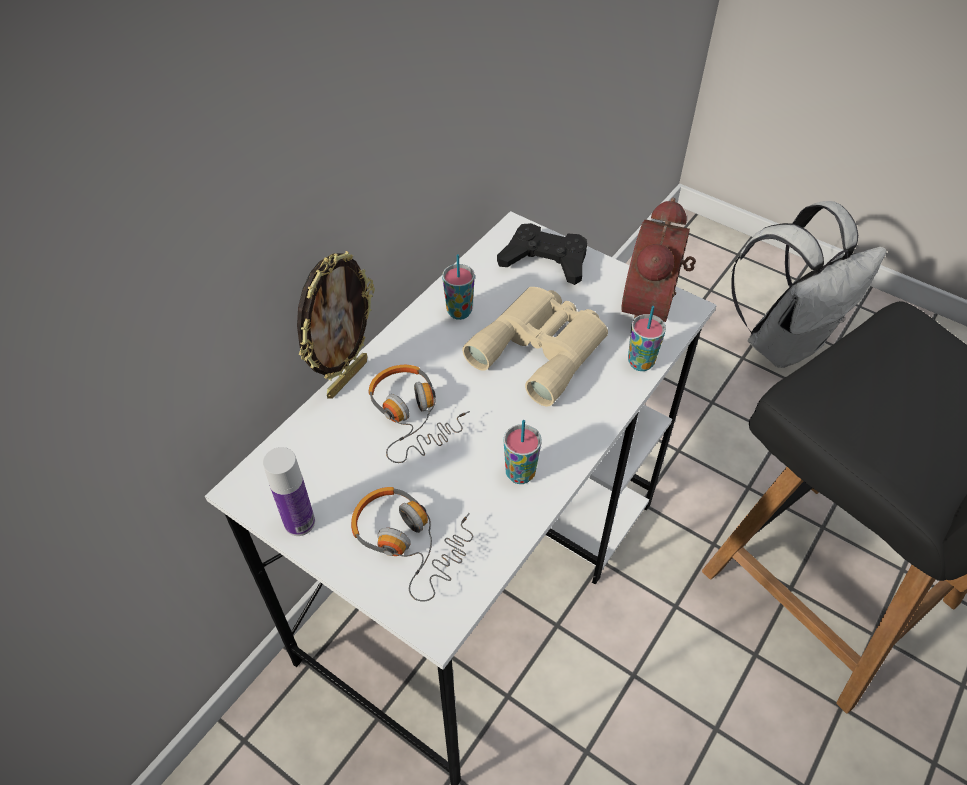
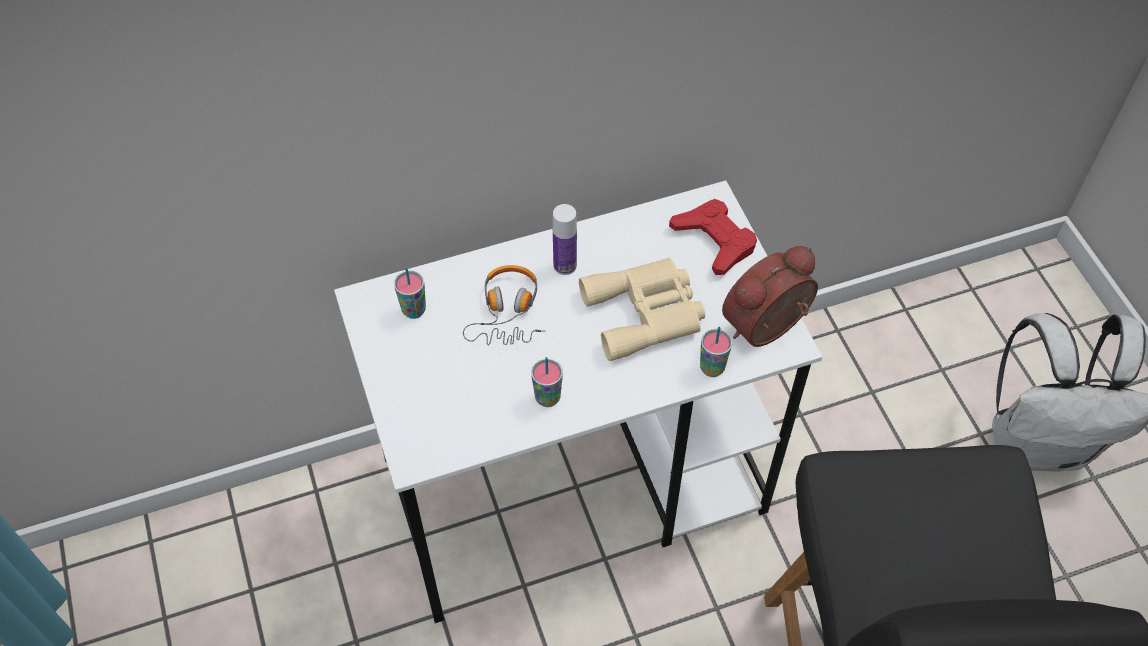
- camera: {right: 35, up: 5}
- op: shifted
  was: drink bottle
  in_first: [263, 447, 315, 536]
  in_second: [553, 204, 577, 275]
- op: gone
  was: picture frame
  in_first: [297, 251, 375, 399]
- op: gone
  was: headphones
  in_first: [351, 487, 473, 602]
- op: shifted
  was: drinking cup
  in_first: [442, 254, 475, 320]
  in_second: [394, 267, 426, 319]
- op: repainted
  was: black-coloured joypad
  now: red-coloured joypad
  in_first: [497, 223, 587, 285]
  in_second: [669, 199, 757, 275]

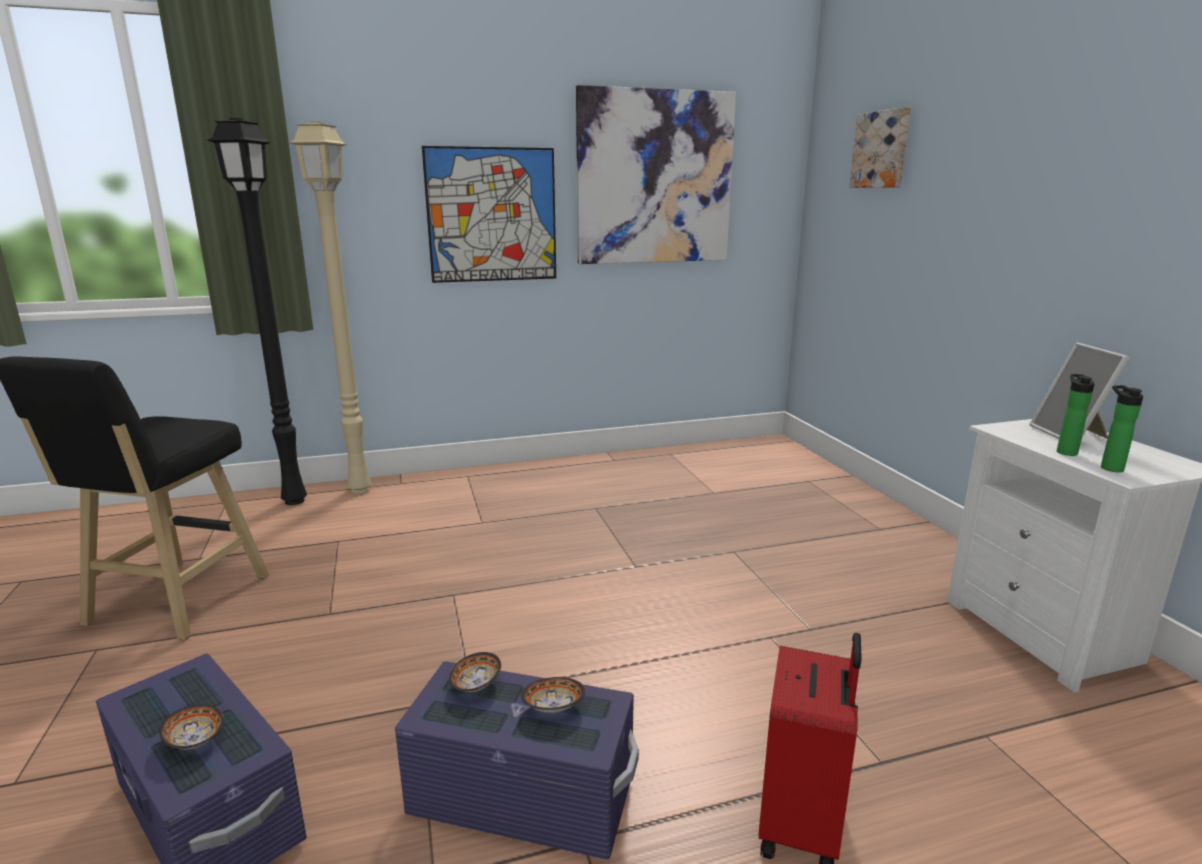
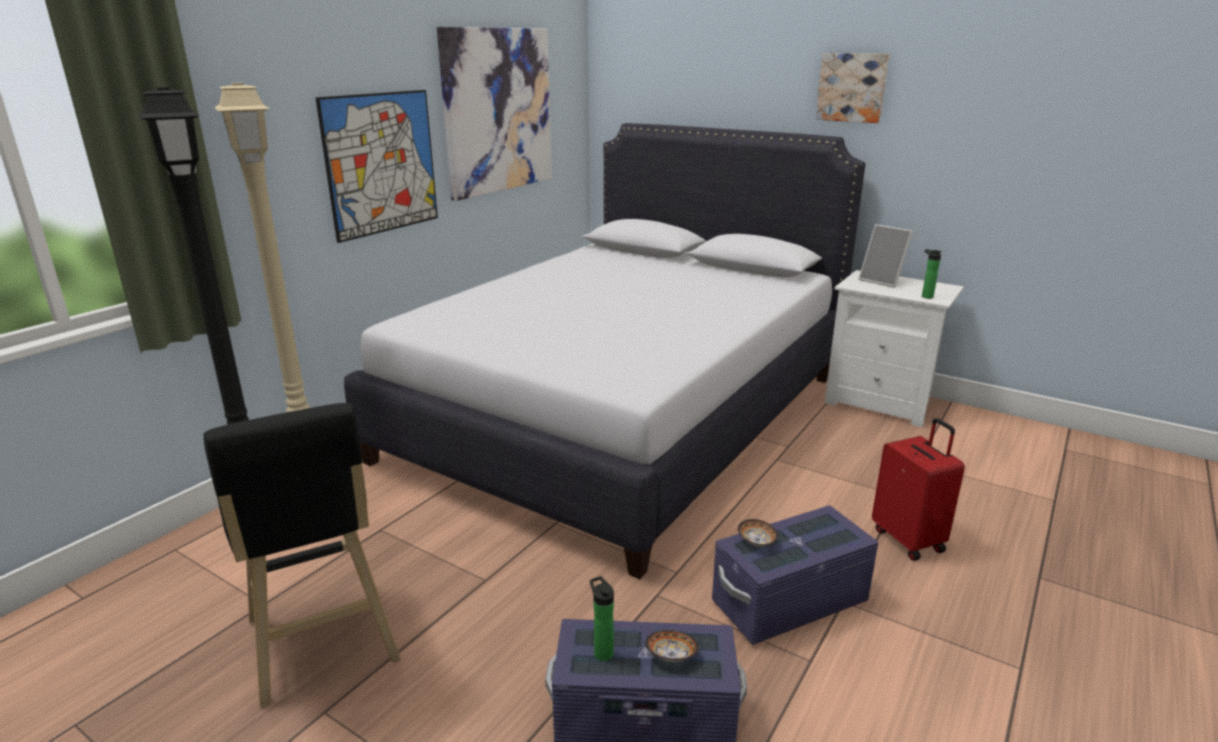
- camera: {right: -40, up: 5}
- op: gone
  was: bowl
  in_first: [521, 677, 585, 713]
- op: shifted
  was: picture
  in_first: [849, 107, 911, 188]
  in_second: [816, 53, 889, 123]
- op: shifted
  was: drink bottle
  in_first: [1057, 374, 1095, 456]
  in_second: [590, 576, 614, 661]
- op: new
  now: white sleeping bed
  in_second: [344, 123, 866, 579]

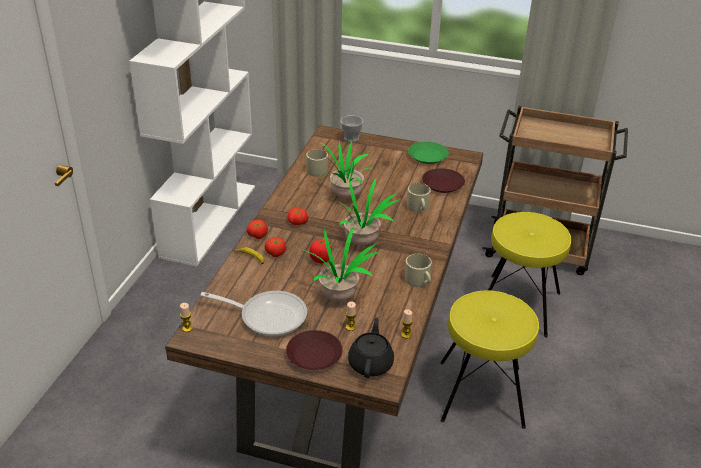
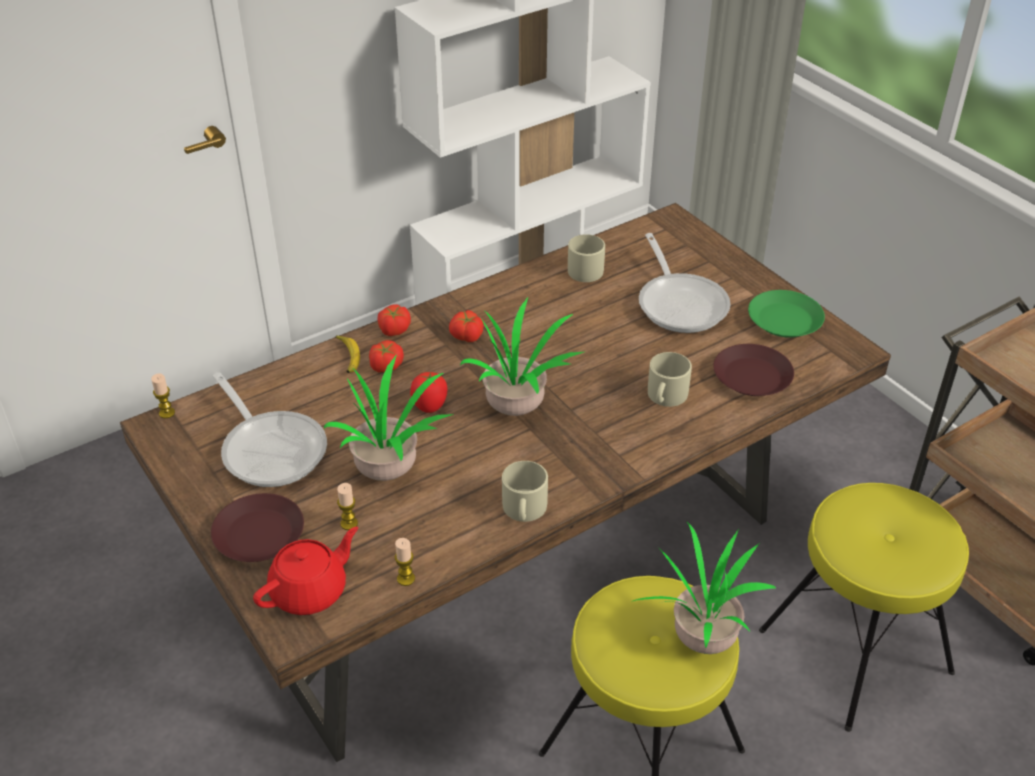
- camera: {right: 40, up: 5}
- op: shifted
  was: potted plant
  in_first: [320, 139, 370, 199]
  in_second: [631, 521, 776, 654]
- op: gone
  was: drinking cup
  in_first: [341, 115, 363, 142]
- op: repainted
  was: black-coloured tea pot
  now: red-coloured tea pot
  in_first: [348, 318, 394, 378]
  in_second: [253, 527, 358, 615]
- op: new
  now: frying pan
  in_second: [639, 233, 731, 333]

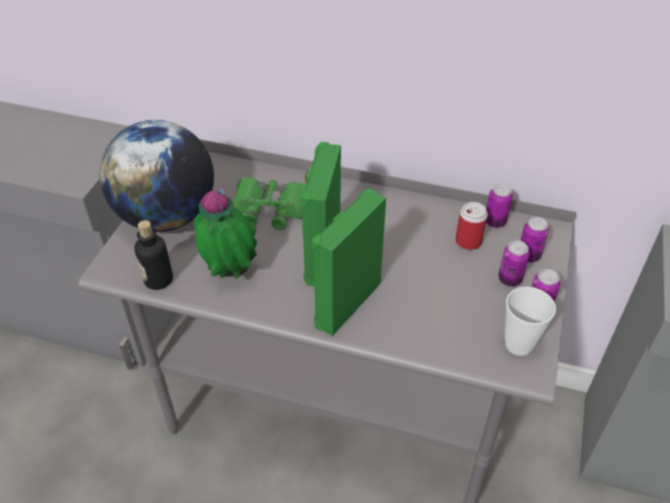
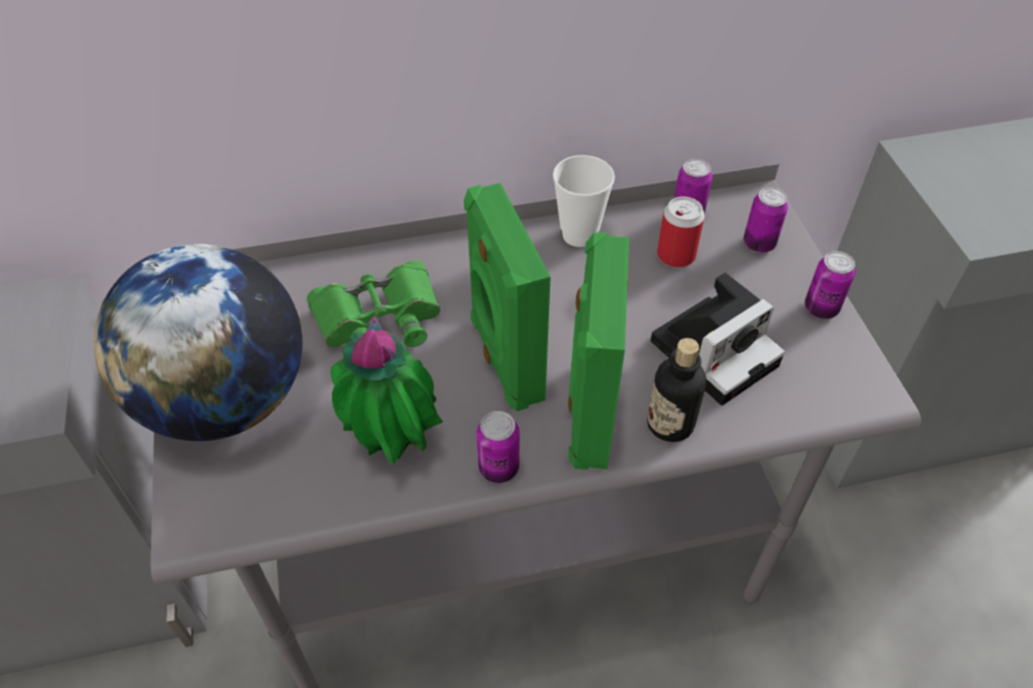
- camera: {right: -30, up: 5}
- op: shifted
  was: drink bottle
  in_first: [134, 220, 173, 290]
  in_second: [647, 338, 706, 442]
- op: shifted
  was: sealed can
  in_first: [498, 240, 530, 287]
  in_second: [477, 411, 519, 483]
- op: shifted
  was: drinking cup
  in_first: [505, 287, 556, 356]
  in_second: [553, 155, 615, 247]
- op: new
  now: photo camera
  in_second: [651, 273, 785, 405]

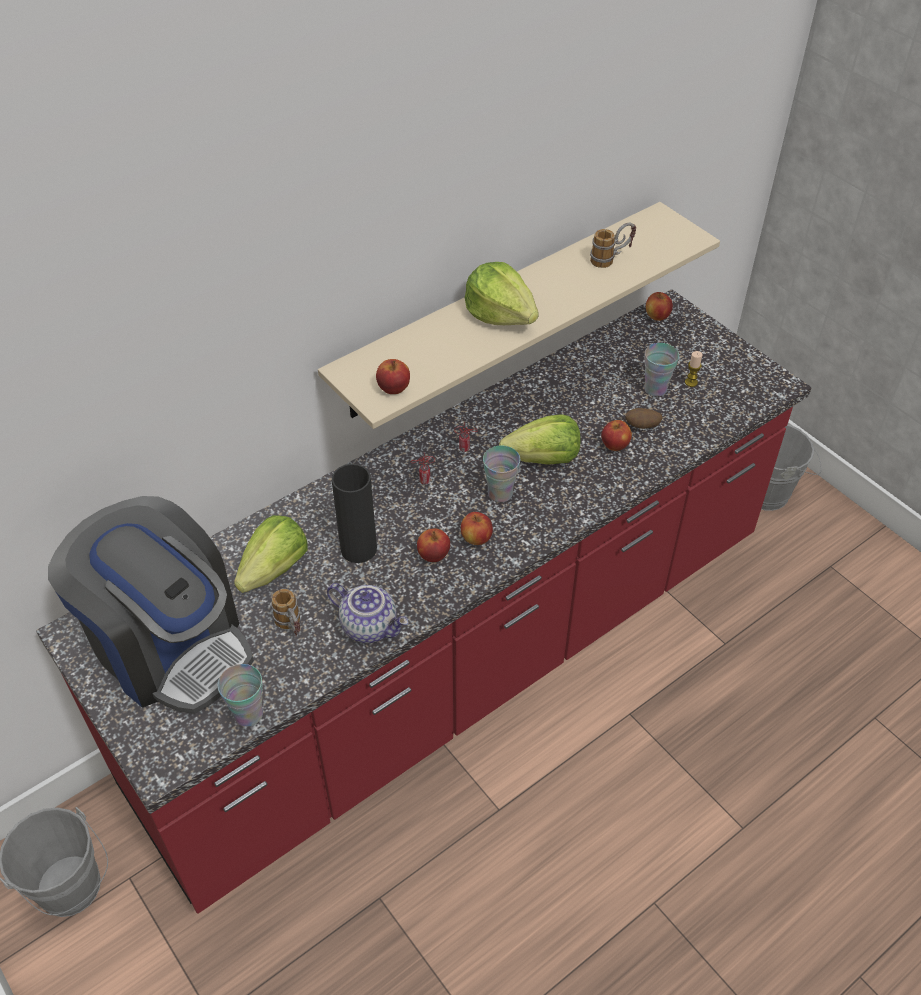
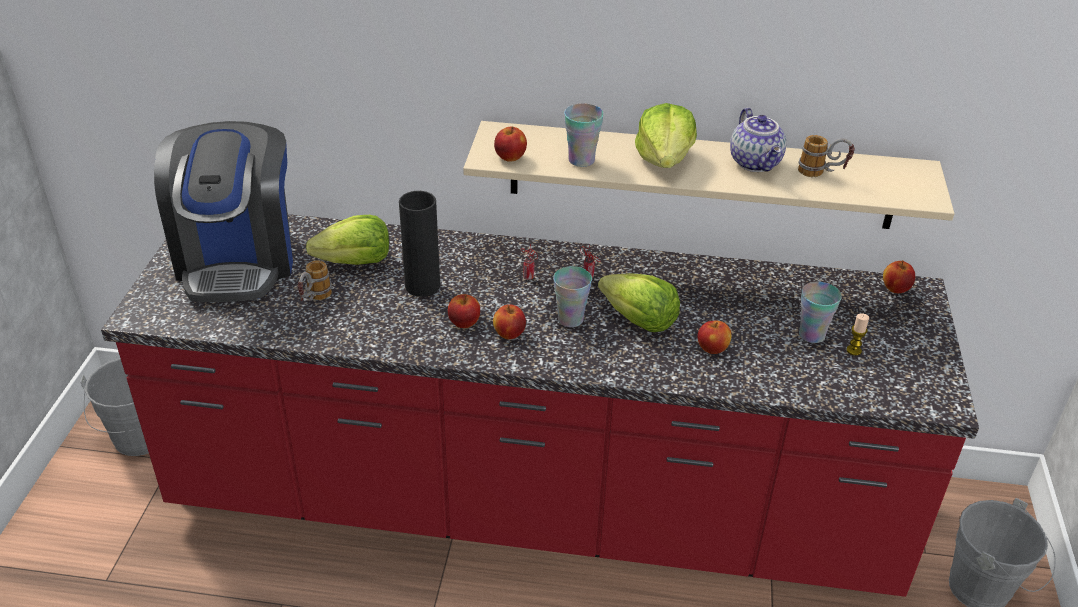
- camera: {right: 45, up: -10}
- op: shifted
  was: drinking cup
  in_first: [217, 664, 263, 727]
  in_second: [564, 103, 604, 167]
- op: shifted
  was: tea pot
  in_first: [327, 583, 408, 643]
  in_second: [730, 108, 786, 172]
- op: gone
  was: spud
  in_first: [625, 408, 663, 429]

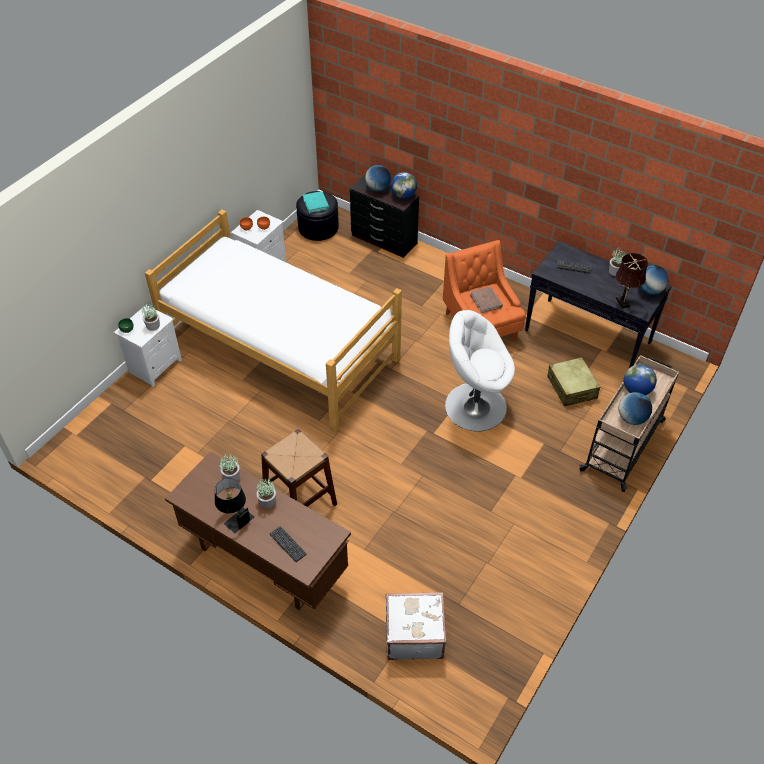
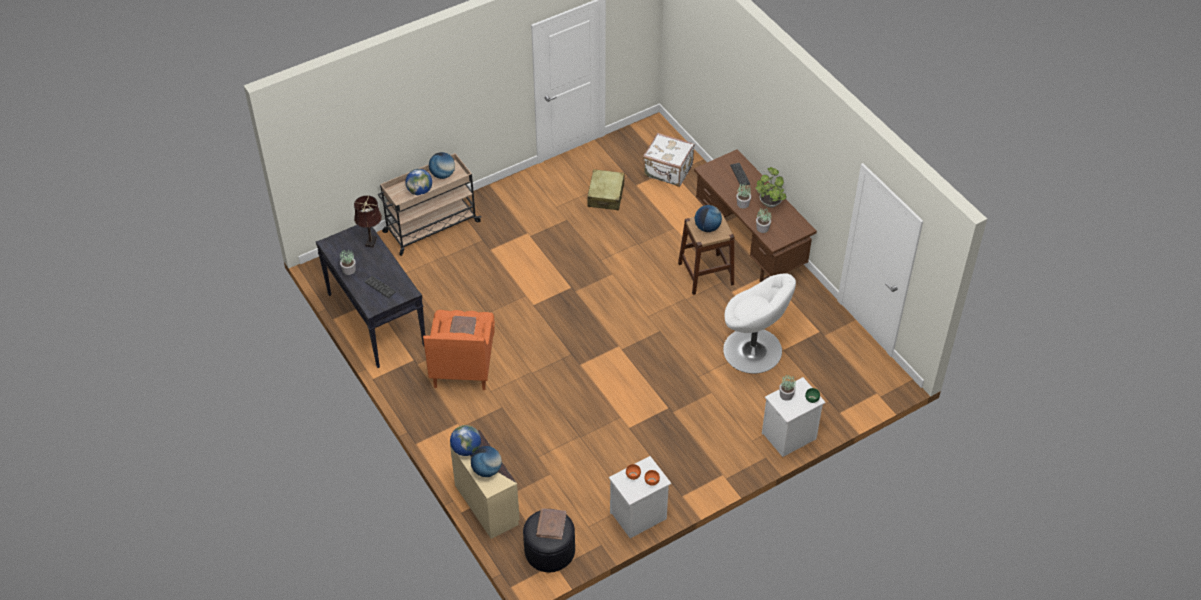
- camera: {right: -155, up: 0}
- op: gone
  was: sleeping bed
  in_first: [145, 210, 402, 433]
- op: swapped
  was: black-coloured table lamp
  now: potted plant
  in_first: [215, 478, 254, 533]
  in_second: [755, 167, 787, 208]
- op: repainted
  was: turquoise volume
  now: brown-coloured volume
  in_first: [303, 191, 329, 213]
  in_second: [536, 508, 566, 540]
- op: repainted
  was: black-coloured drawer chest
  now: beige drawer chest
  in_first: [350, 174, 419, 258]
  in_second: [450, 430, 520, 539]
- op: shifted
  was: white easy chair
  in_first: [445, 310, 515, 431]
  in_second: [723, 273, 796, 374]
- op: shifted
  was: beige travel case
  in_first: [547, 357, 600, 406]
  in_second: [587, 169, 625, 210]
- op: shifted
  was: globe
  in_first: [640, 265, 668, 295]
  in_second: [695, 205, 722, 232]

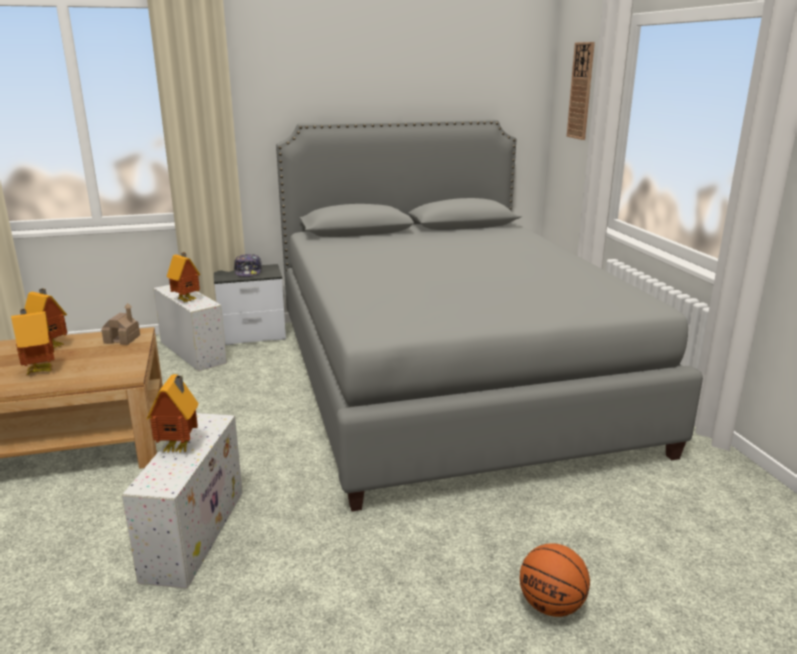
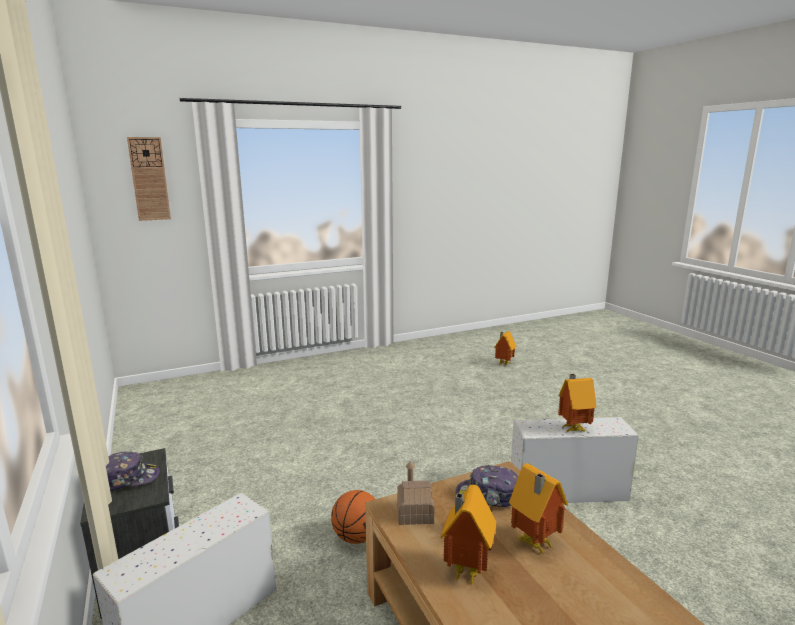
- camera: {right: -100, up: -5}
- op: shifted
  was: miniature house
  in_first: [167, 252, 200, 302]
  in_second: [494, 331, 516, 366]
- op: gone
  was: greyish sleeping bed
  in_first: [276, 119, 703, 512]
- op: shifted
  was: basketball
  in_first: [520, 543, 590, 617]
  in_second: [331, 490, 375, 544]
- op: new
  now: baseball cap
  in_second: [456, 465, 518, 507]

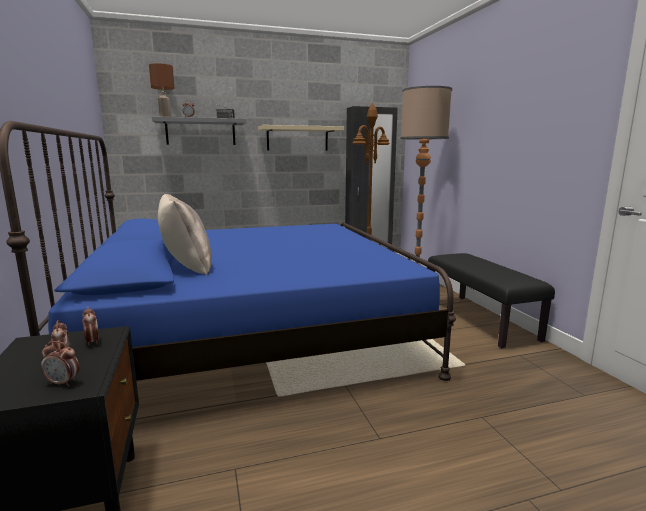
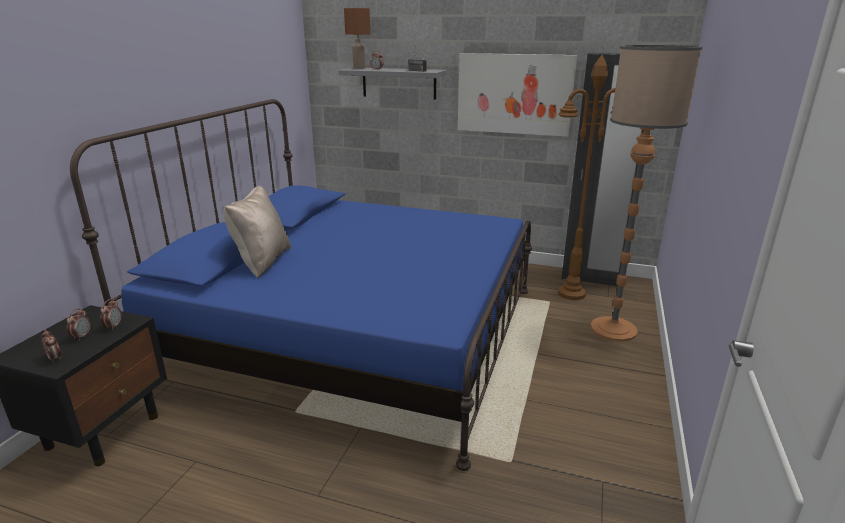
- camera: {right: 35, up: 10}
- op: swapped
  was: beige wall shelf
  now: picture
  in_first: [258, 125, 344, 151]
  in_second: [458, 53, 577, 137]
- op: gone
  was: black-coloured long seat
  in_first: [428, 253, 555, 348]

